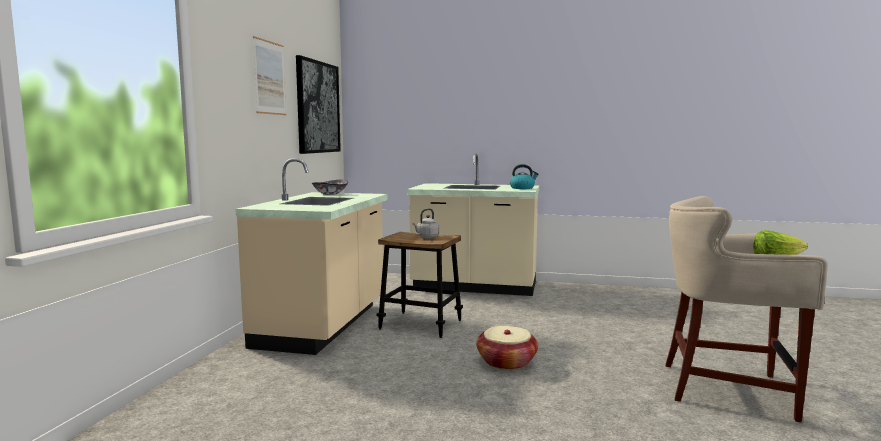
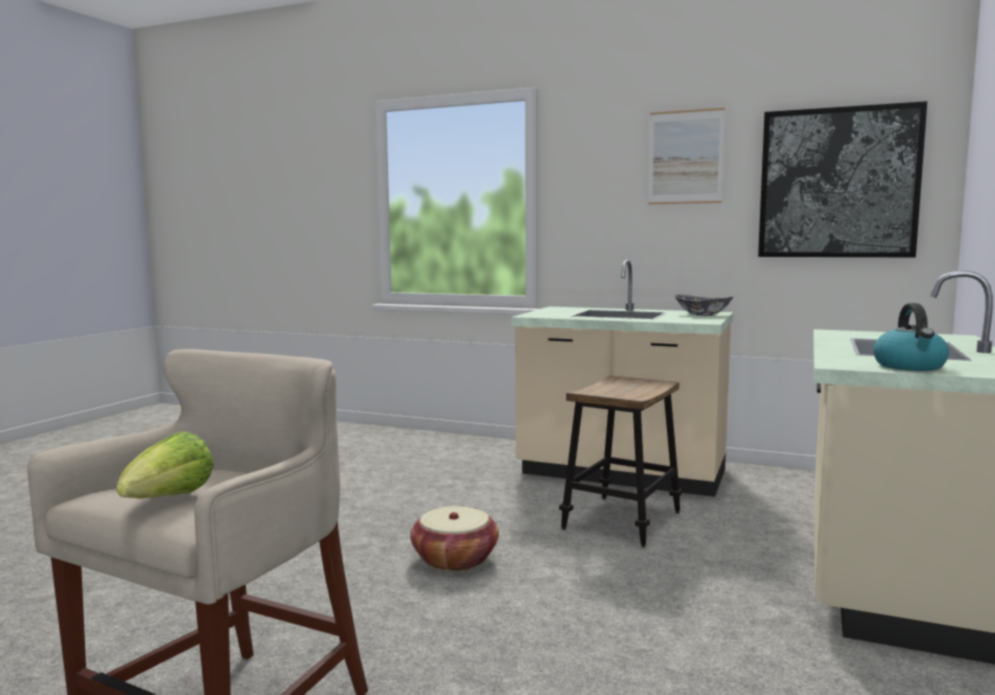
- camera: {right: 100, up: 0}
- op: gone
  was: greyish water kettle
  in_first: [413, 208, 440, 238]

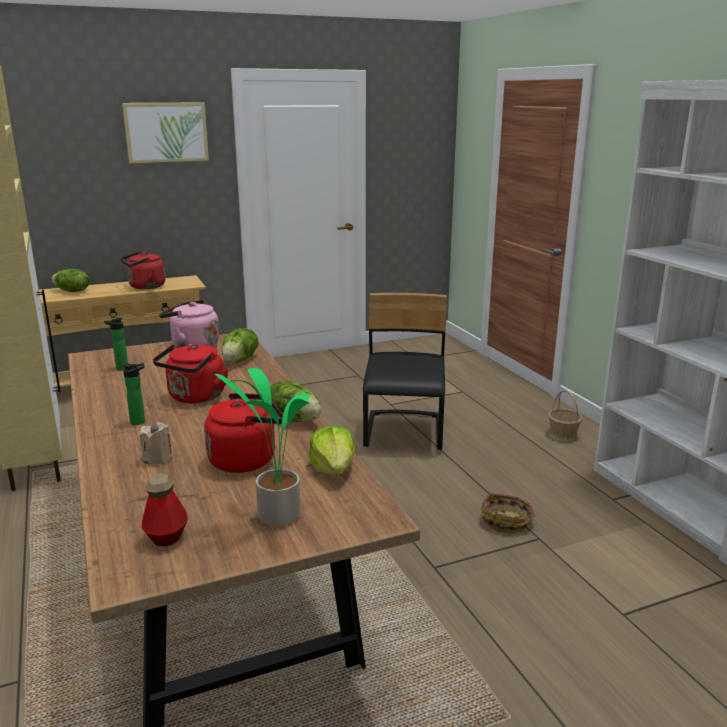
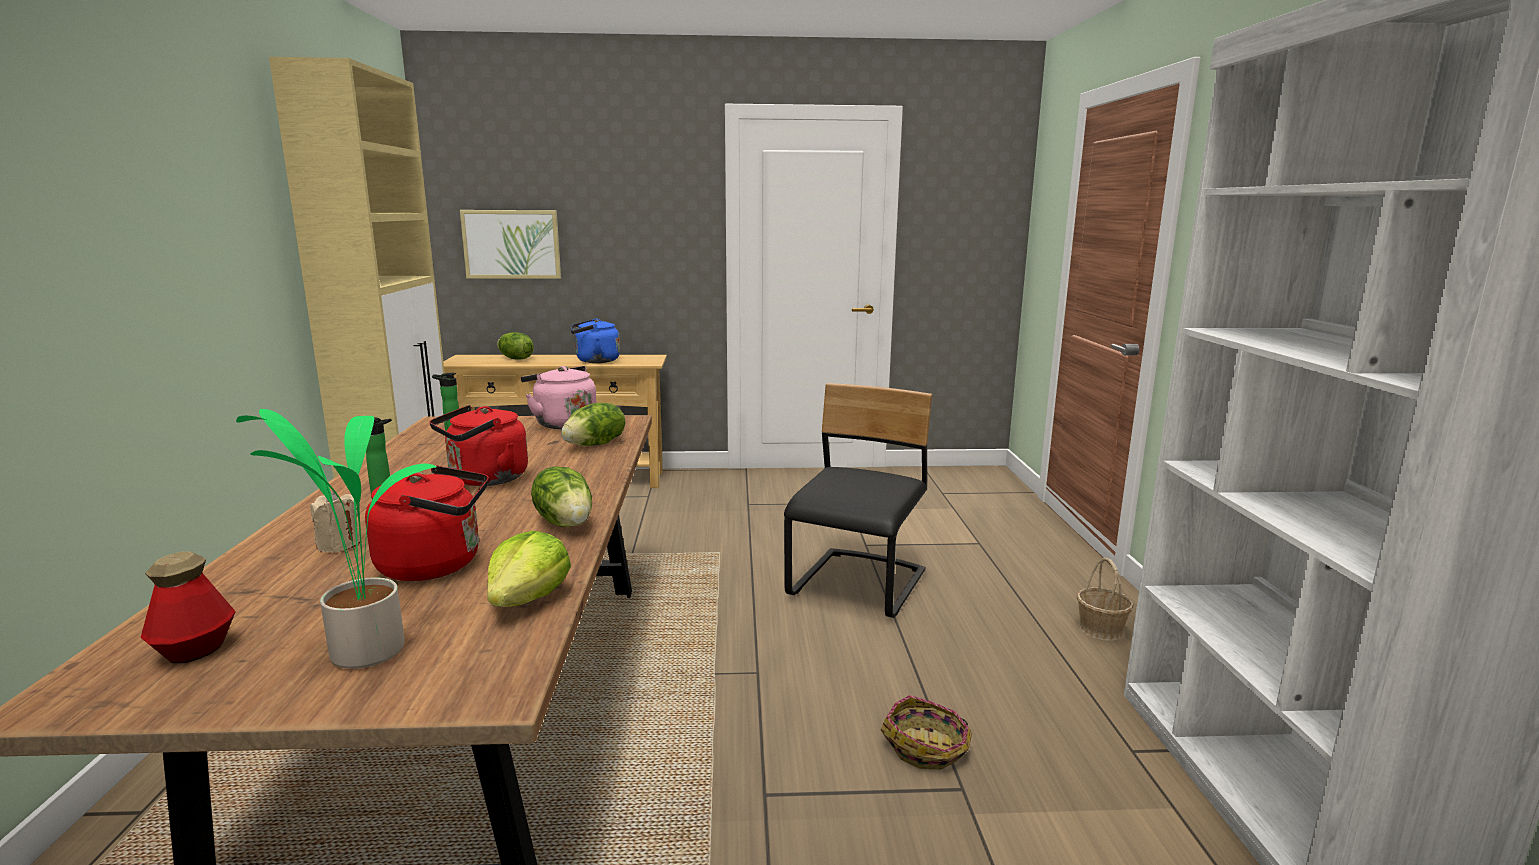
- camera: {right: 20, up: -5}
- op: repainted
  was: red-coloured water kettle
  now: blue-coloured water kettle
  in_first: [120, 251, 165, 290]
  in_second: [571, 319, 620, 363]
- op: shifted
  was: picture
  in_first: [122, 103, 209, 164]
  in_second: [460, 210, 561, 279]

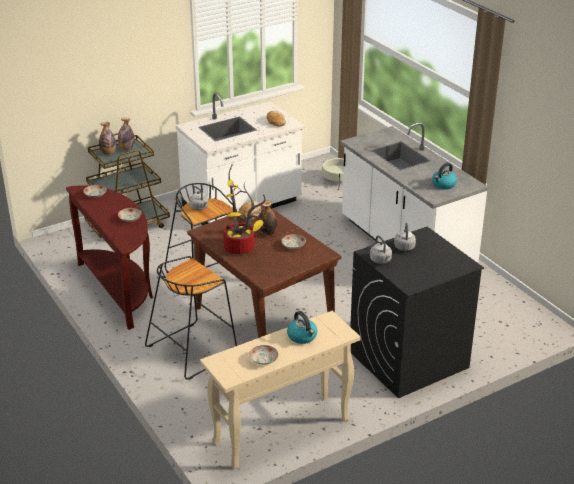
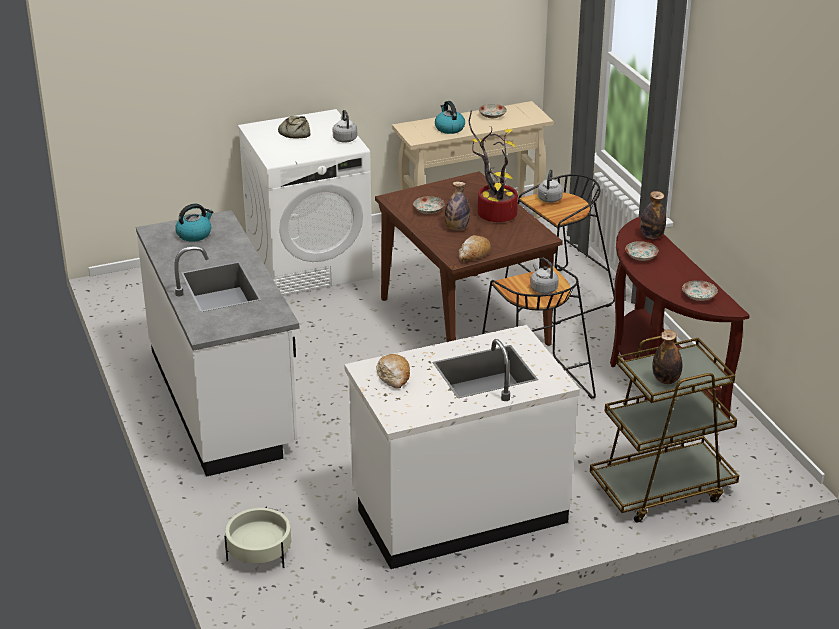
- camera: {right: -170, up: 0}
- op: shifted
  was: drink bottle
  in_first: [99, 122, 116, 155]
  in_second: [640, 191, 666, 239]
- op: repainted
  was: black-coloured laundry appliance
  now: white laundry appliance
  in_first: [350, 227, 484, 398]
  in_second: [238, 109, 373, 296]
- op: shifted
  was: greyish water kettle
  in_first: [394, 223, 416, 251]
  in_second: [538, 169, 563, 203]
- op: new
  now: bread
  in_second: [278, 116, 310, 139]

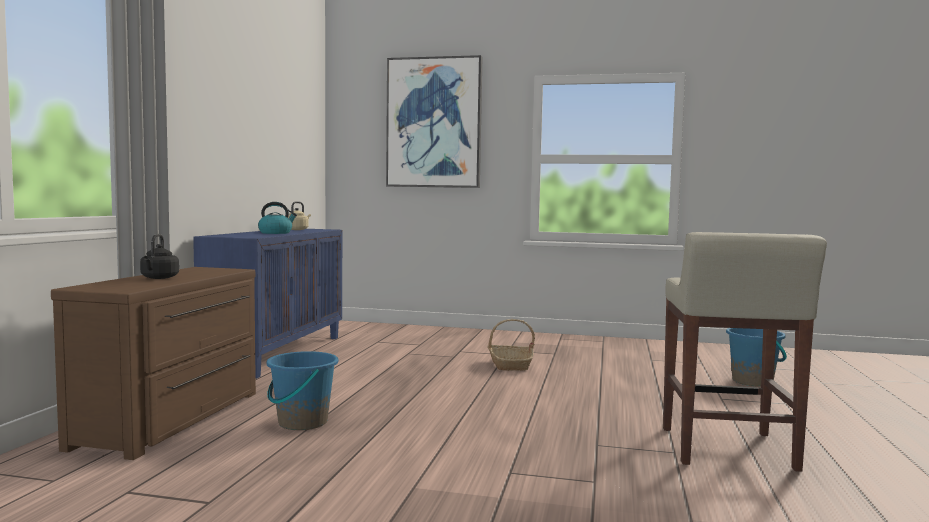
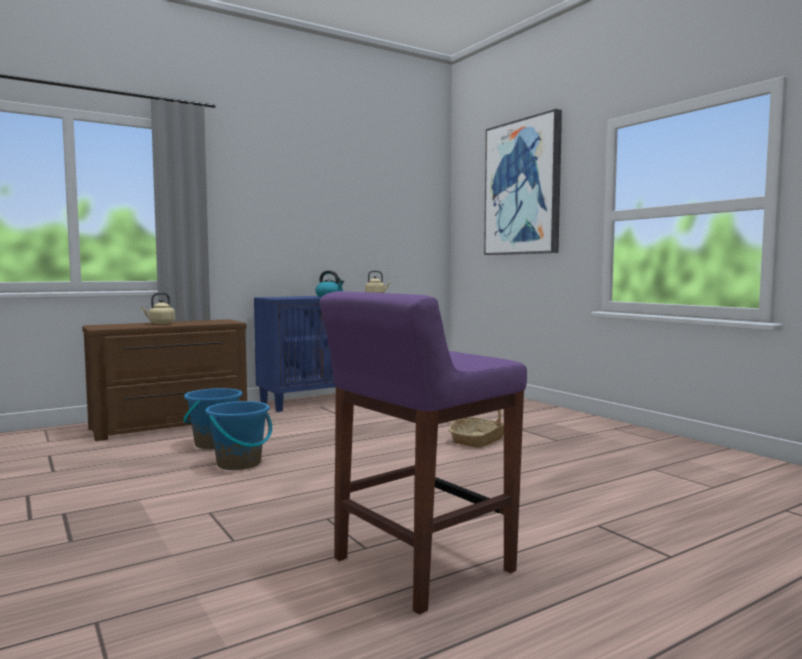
- camera: {right: 45, up: 0}
- op: repainted
  was: black-coloured water kettle
  now: beige water kettle
  in_first: [140, 234, 179, 279]
  in_second: [141, 293, 175, 324]
- op: repainted
  was: beige sitting stool
  now: purple sitting stool
  in_first: [663, 232, 827, 472]
  in_second: [320, 291, 527, 615]
- op: shifted
  was: blue-coloured bucket
  in_first: [726, 328, 787, 387]
  in_second: [205, 401, 272, 470]

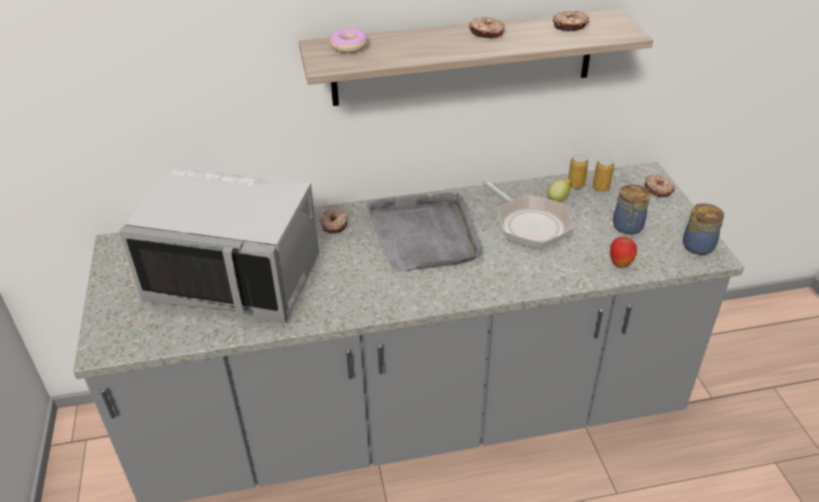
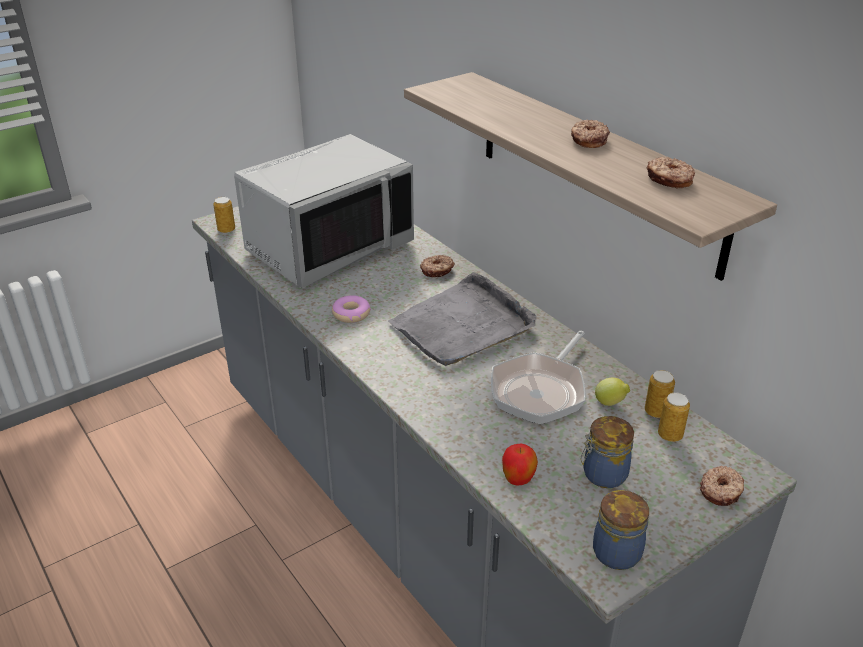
- camera: {right: 65, up: -5}
- op: rotated
  was: greyish kitchen microwave
  in_first: [119, 167, 319, 323]
  in_second: [234, 134, 414, 288]
  clockwise: -120
- op: shifted
  was: doughnut
  in_first: [330, 29, 368, 53]
  in_second: [332, 295, 371, 323]
- op: new
  now: sealed can
  in_second: [213, 197, 235, 233]

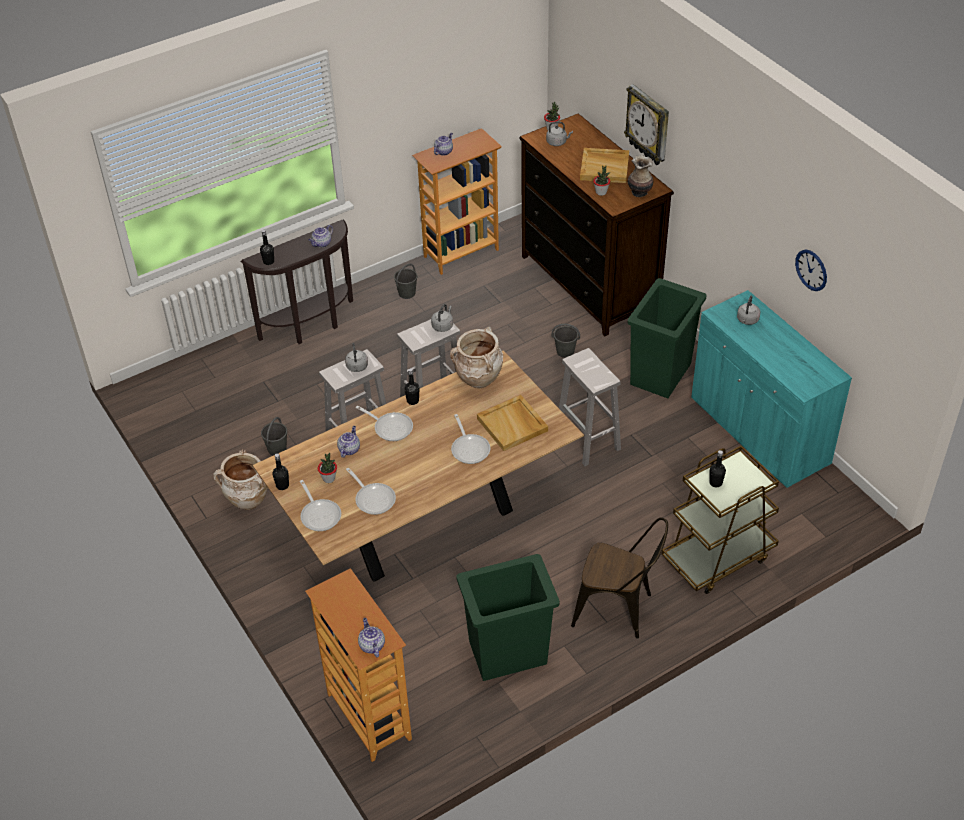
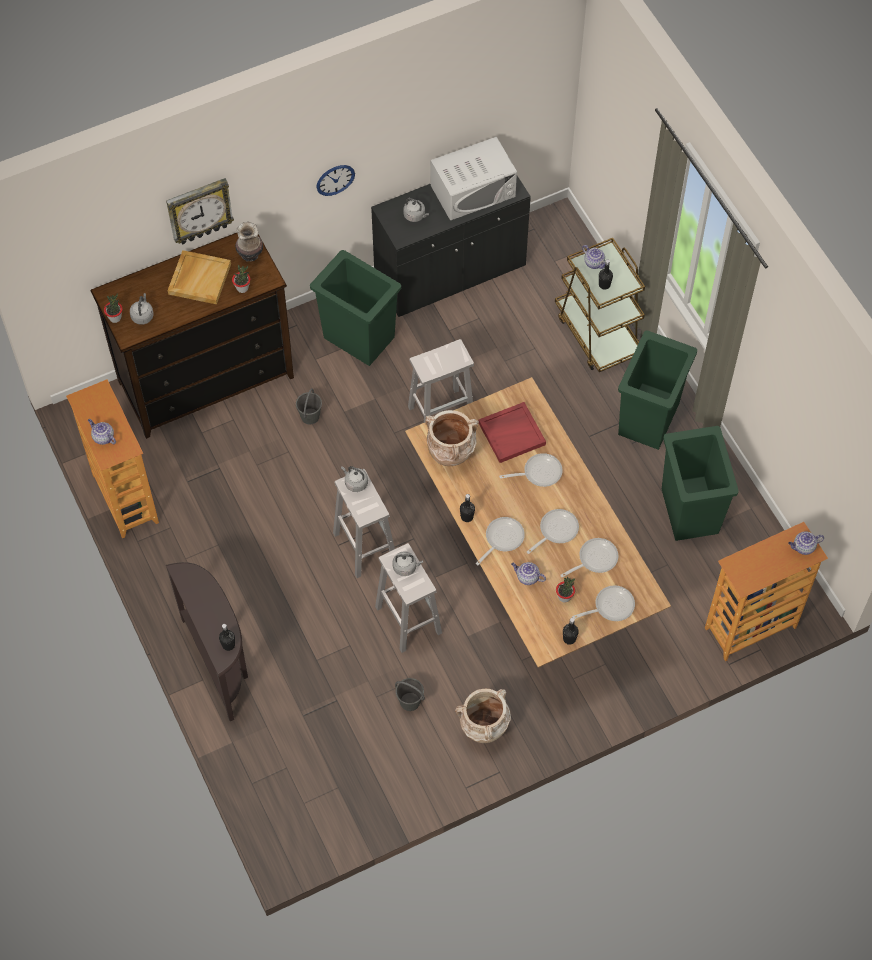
- camera: {right: -85, up: 15}
- op: shifted
  was: tea pot
  in_first: [309, 225, 333, 248]
  in_second: [582, 245, 605, 269]
- op: gone
  was: greyish bucket
  in_first: [394, 264, 418, 299]
- op: repainted
  was: beige carrying tray
  now: red-coloured carrying tray
  in_first: [477, 395, 548, 451]
  in_second: [478, 402, 546, 463]
- op: swapped
  was: brown-coloured plain chair
  now: green rubbish bin
  in_first: [571, 518, 668, 638]
  in_second: [618, 330, 697, 450]
- op: repainted
  was: turquoise storage cabinet
  now: black-coloured storage cabinet
  in_first: [691, 290, 852, 488]
  in_second: [371, 176, 531, 317]
- op: shifted
  was: wall clock
  in_first: [795, 249, 827, 291]
  in_second: [316, 165, 355, 196]
- op: new
  now: white kitchen microwave
  in_second: [431, 137, 517, 220]
- op: new
  now: frying pan
  in_second: [527, 509, 579, 554]

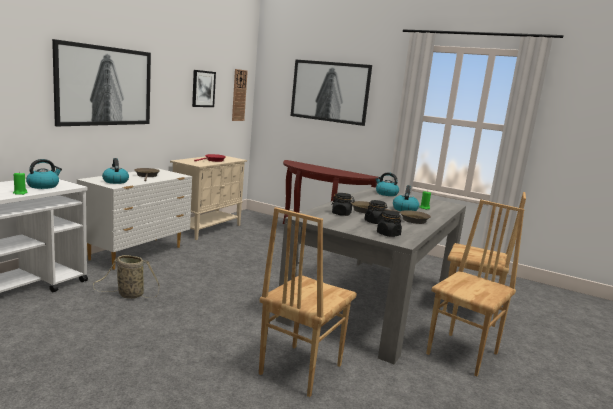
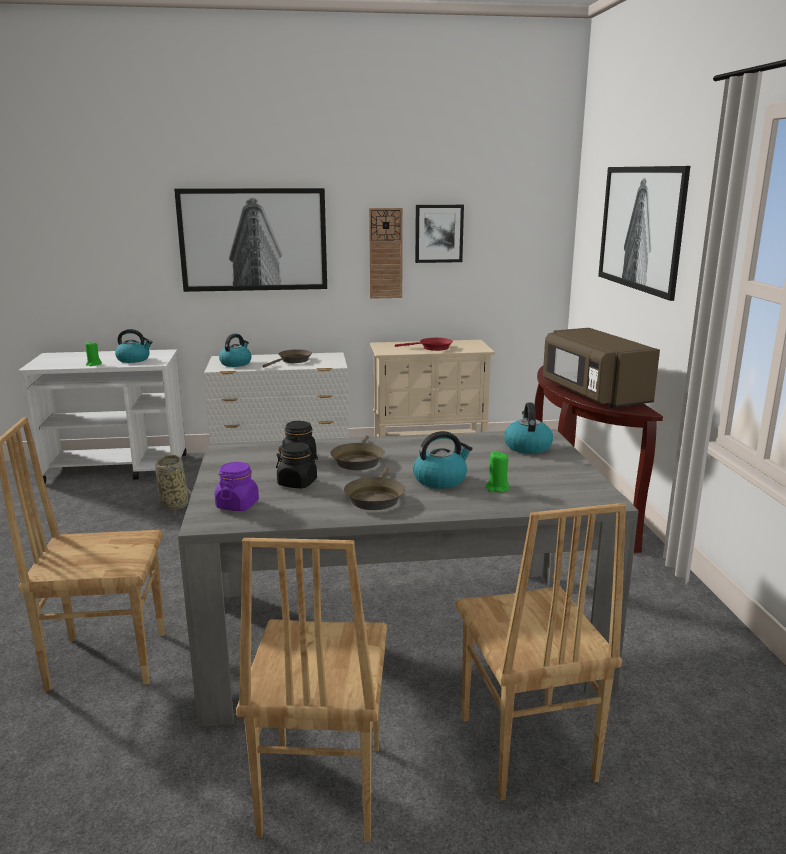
- camera: {right: 55, up: 5}
- op: shifted
  was: wall clock
  in_first: [232, 69, 248, 121]
  in_second: [369, 208, 403, 299]
- op: repainted
  was: black-coloured preserve jar
  now: purple preserve jar
  in_first: [377, 211, 402, 237]
  in_second: [214, 462, 259, 511]
- op: rotated
  was: brown-coloured plain chair
  in_first: [426, 200, 524, 376]
  in_second: [236, 538, 387, 842]
  clockwise: 90
- op: new
  now: brown-coloured kitchen microwave
  in_second: [543, 328, 660, 408]

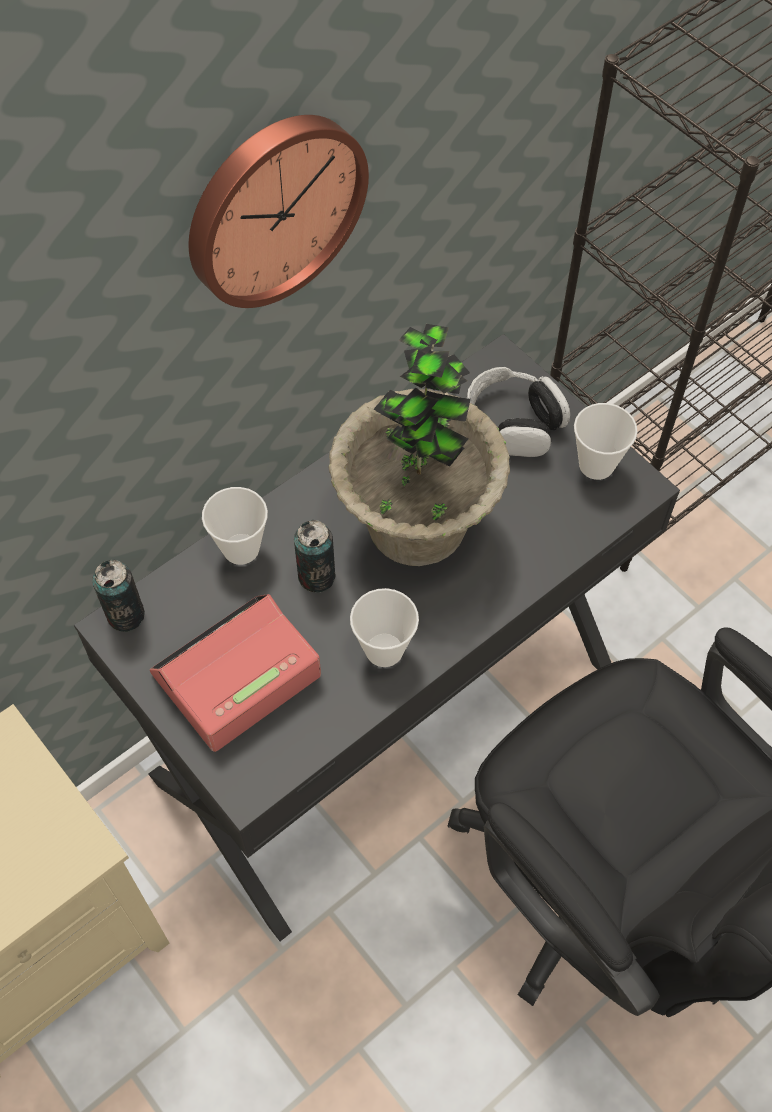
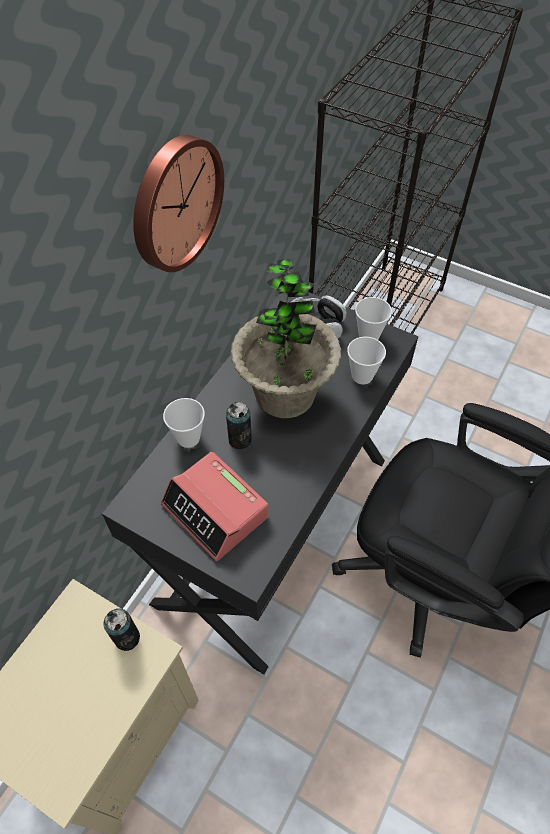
- camera: {right: -20, up: -5}
- op: shifted
  was: sealed can
  in_first: [92, 560, 145, 632]
  in_second: [103, 608, 140, 651]
- op: rotated
  was: alarm clock
  in_first: [150, 594, 321, 752]
  in_second: [161, 452, 269, 561]
  clockwise: -75
- op: shifted
  was: drinking cup
  in_first: [350, 588, 419, 667]
  in_second: [347, 337, 386, 384]

